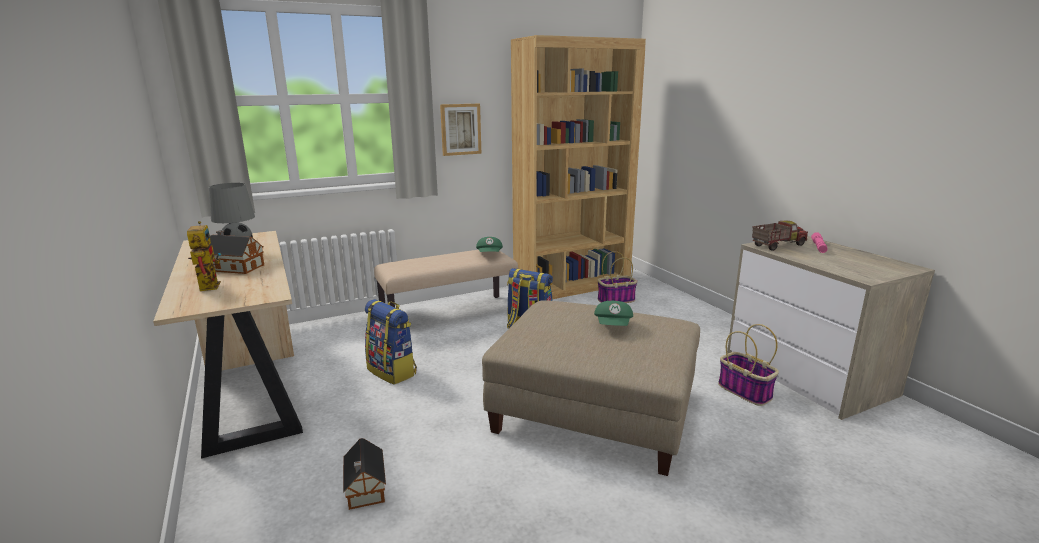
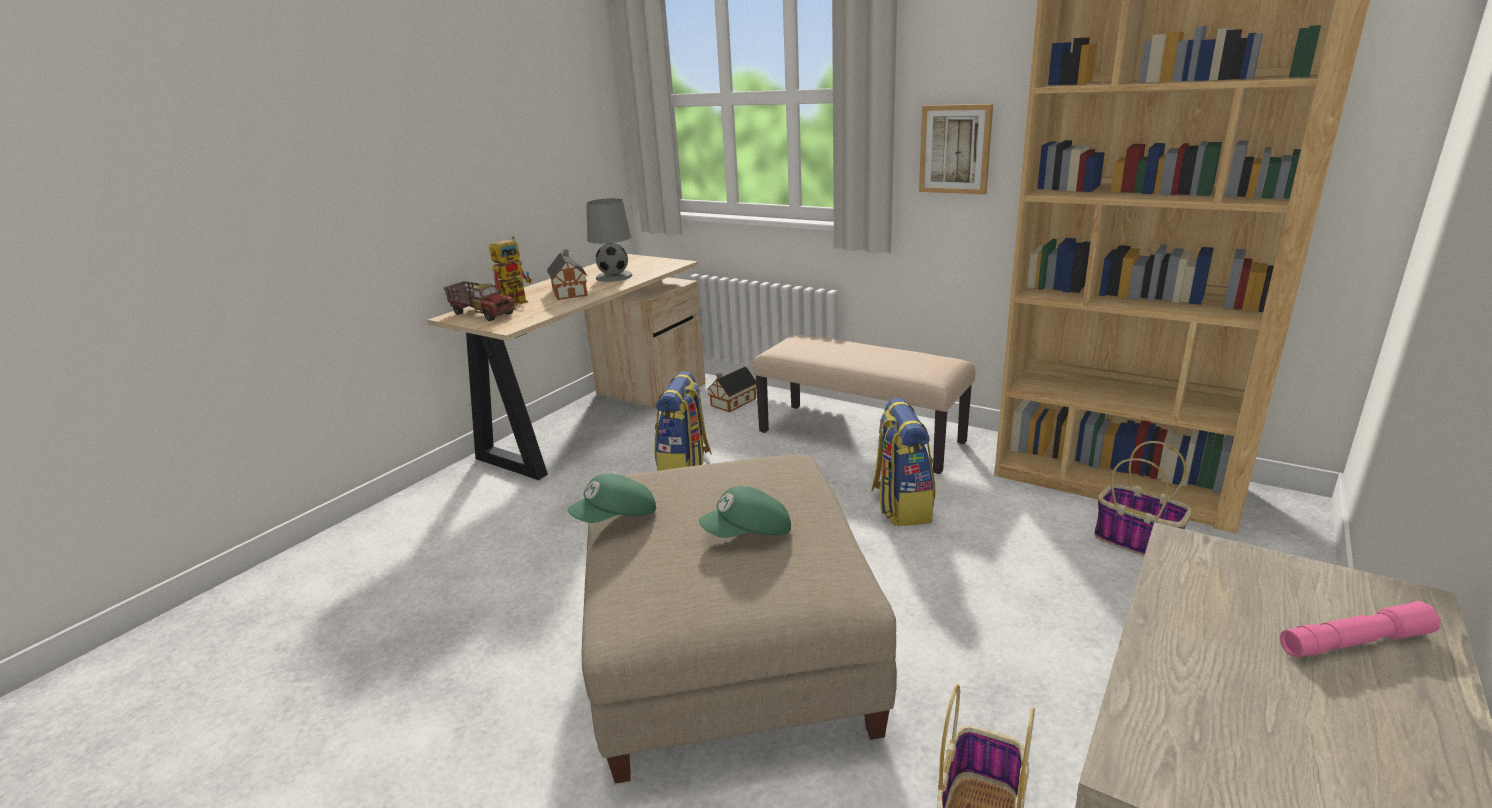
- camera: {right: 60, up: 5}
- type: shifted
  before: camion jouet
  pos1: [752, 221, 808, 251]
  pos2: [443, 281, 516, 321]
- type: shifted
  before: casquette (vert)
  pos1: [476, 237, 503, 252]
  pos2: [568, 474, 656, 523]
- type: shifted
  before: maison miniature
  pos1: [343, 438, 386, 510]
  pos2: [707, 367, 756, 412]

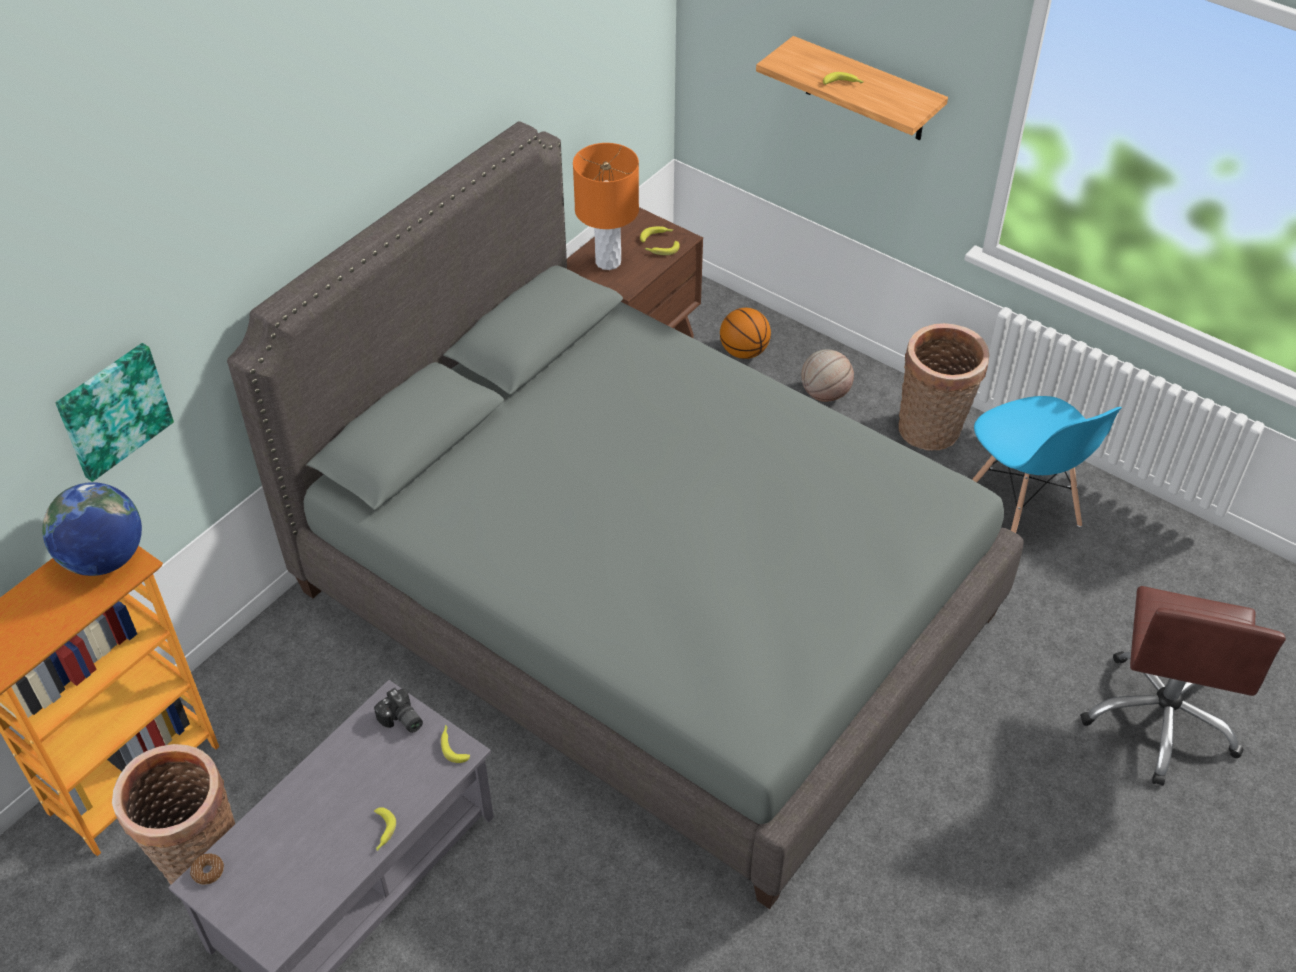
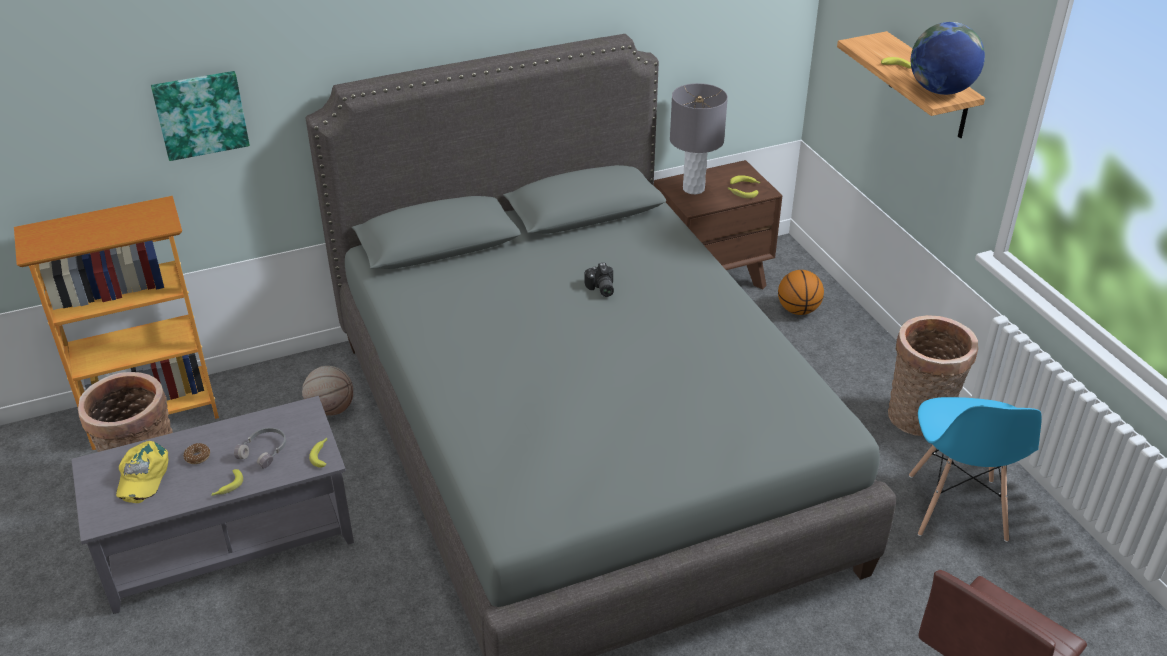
- camera: {right: 30, up: -10}
- type: new
  after: casquette (jaune)
  pos2: [116, 441, 168, 503]
- type: shifted
  before: beignet
  pos1: [190, 853, 224, 885]
  pos2: [183, 443, 210, 464]
- type: new
  after: casque audio (gris)
  pos2: [234, 428, 286, 469]
- type: shifted
  before: ballon de basket
  pos1: [801, 349, 854, 402]
  pos2: [302, 366, 353, 416]
- type: shifted
  before: appareil photo
  pos1: [374, 688, 423, 733]
  pos2: [585, 263, 614, 297]
- type: repainted
  before: lampe de table (orange)
  after: lampe de table (gris)
  pos1: [573, 143, 639, 270]
  pos2: [670, 83, 728, 194]
- type: shifted
  before: globe
  pos1: [42, 482, 142, 576]
  pos2: [911, 22, 985, 95]

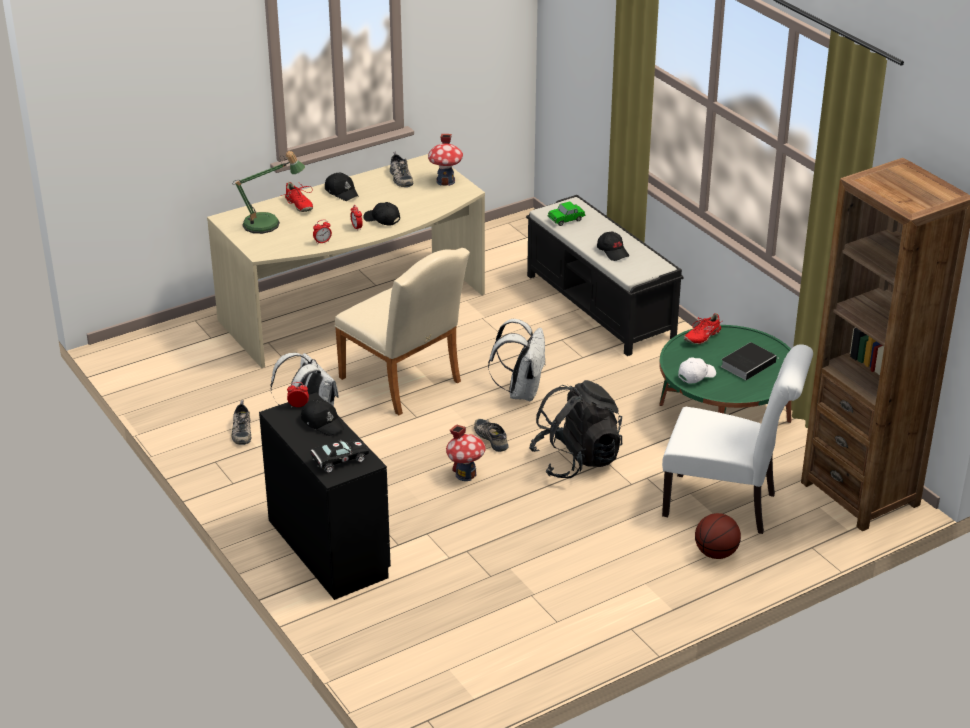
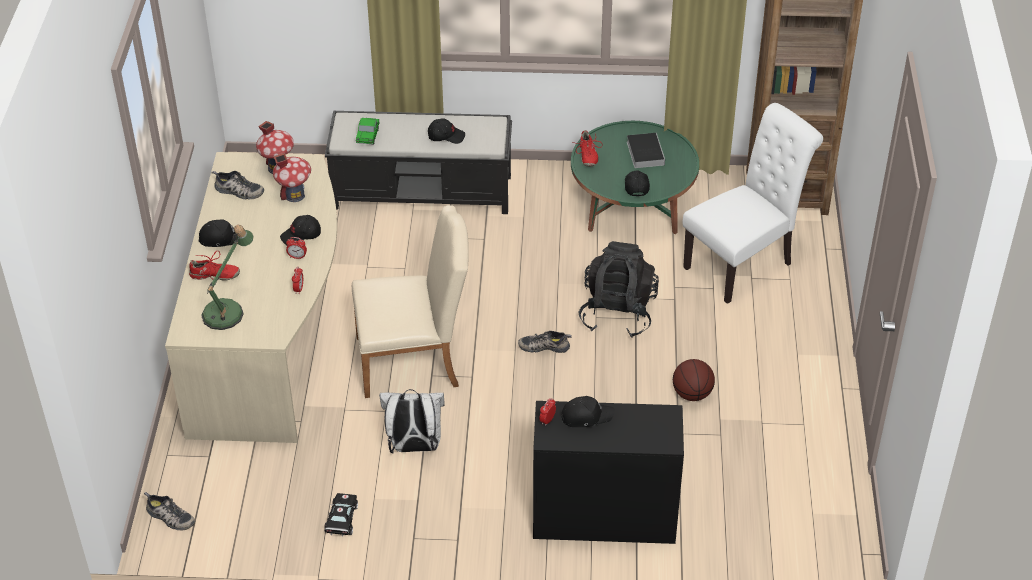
- camera: {right: -55, up: 10}
- type: shifted
  before: chaussure
  pos1: [232, 400, 251, 445]
  pos2: [144, 492, 195, 530]
- type: shifted
  before: maison miniature
  pos1: [446, 424, 486, 481]
  pos2: [273, 153, 311, 202]
- type: shifted
  before: petite voiture (noir)
  pos1: [311, 439, 369, 473]
  pos2: [324, 493, 358, 536]
- type: repainted
  before: casquette (blanc)
  after: casquette (noir)
  pos1: [678, 357, 716, 383]
  pos2: [625, 170, 650, 197]
- type: shifted
  before: ballon de basket
  pos1: [695, 513, 741, 559]
  pos2: [673, 359, 715, 401]
- type: gone
  before: sac à dos (blanc)
  pos1: [488, 319, 546, 401]

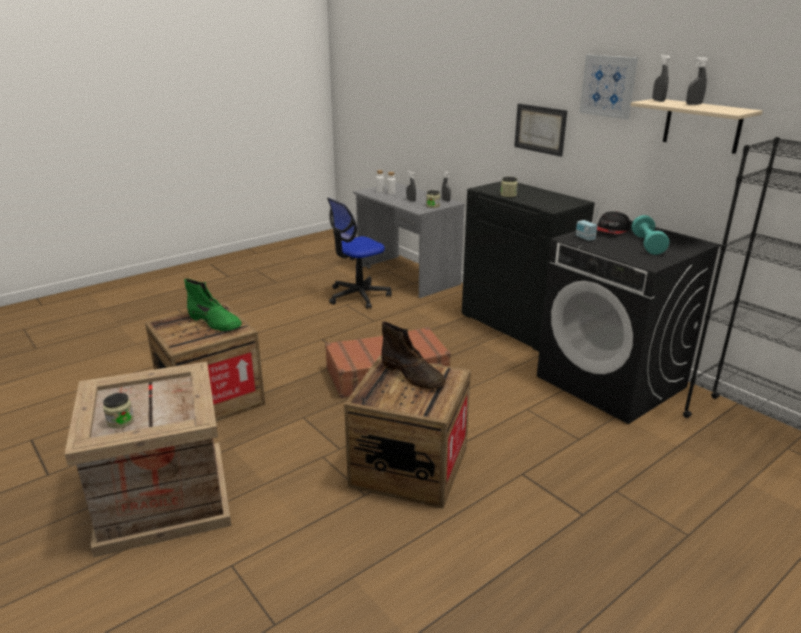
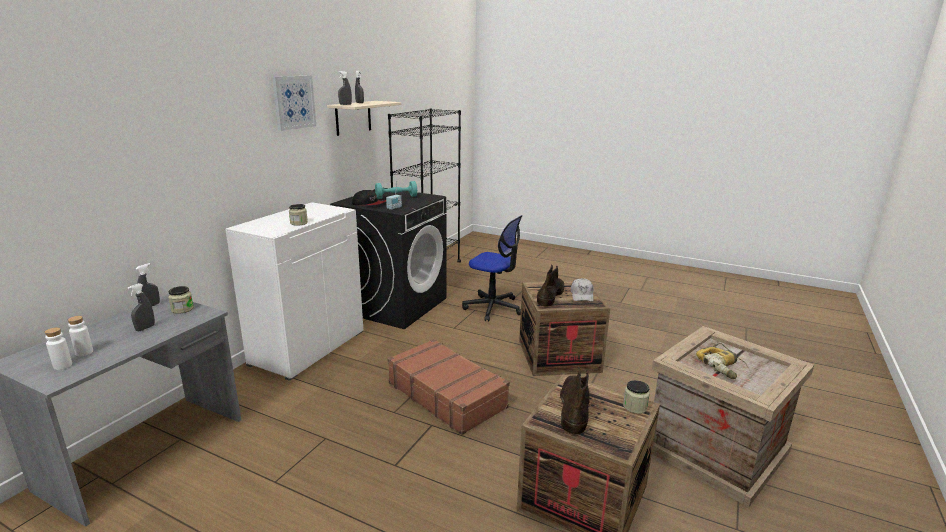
- camera: {right: -115, up: -5}
- type: repainted
  before: meuble de rangement (noir)
  after: meuble de rangement (blanc)
  pos1: [462, 181, 595, 352]
  pos2: [225, 202, 363, 381]
- type: shifted
  before: chaise de bureau
  pos1: [327, 198, 392, 309]
  pos2: [462, 215, 523, 321]
- type: repainted
  before: botte (vert)
  after: botte (marron)
  pos1: [184, 278, 242, 331]
  pos2: [560, 367, 590, 434]
- type: new
  after: casquette (blanc)
  pos2: [570, 278, 594, 302]
- type: shifted
  before: bocal
  pos1: [103, 393, 134, 428]
  pos2: [623, 380, 650, 414]
- type: new
  after: perceuse
  pos2: [696, 343, 748, 379]
- type: gone
  before: tableau
  pos1: [514, 104, 567, 157]

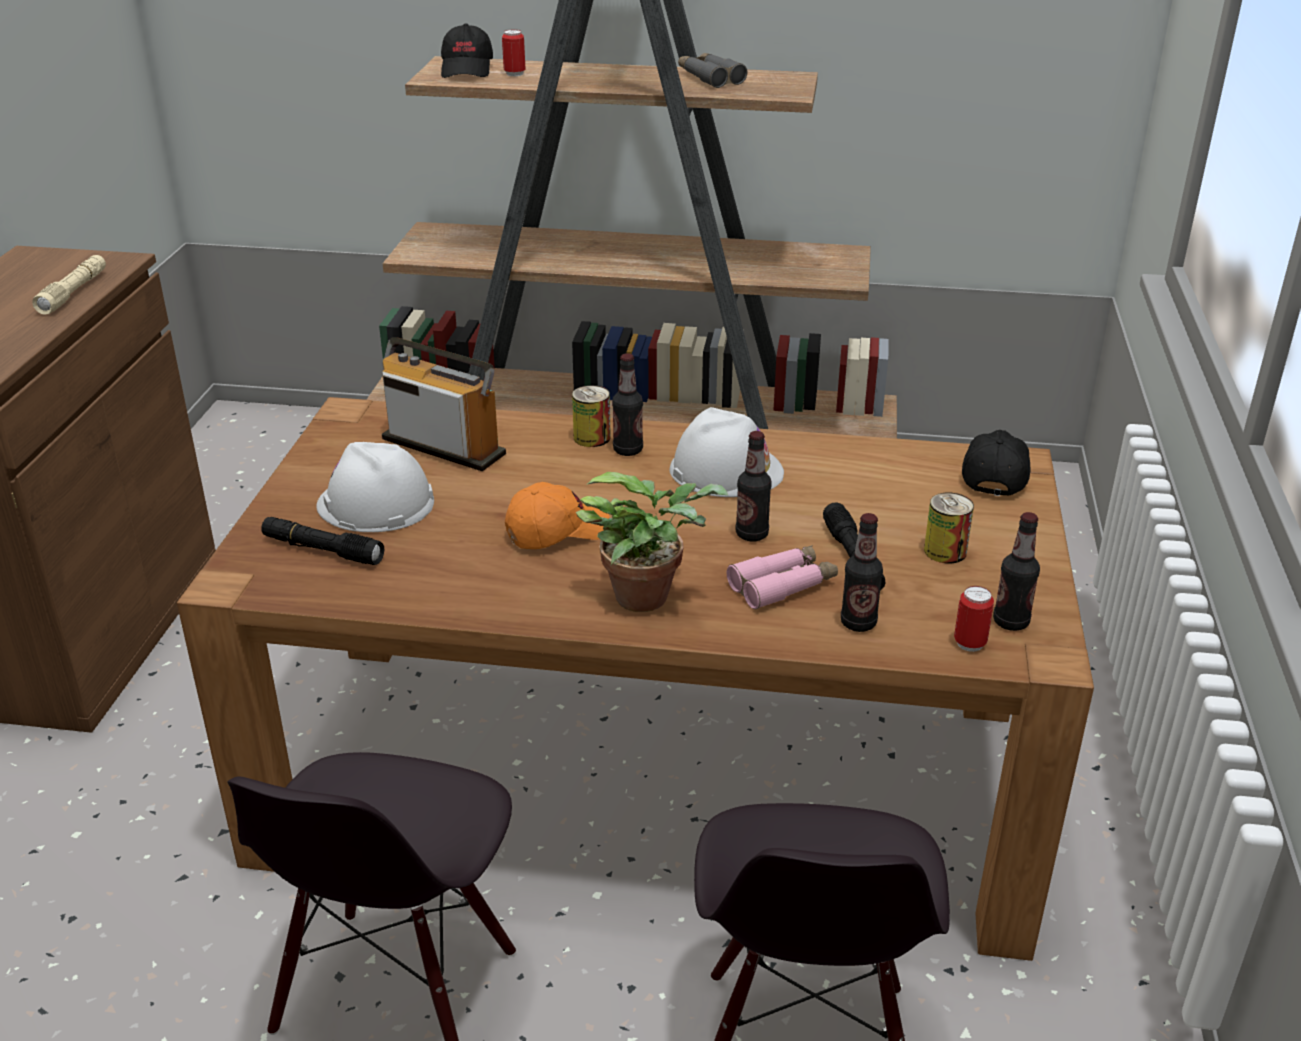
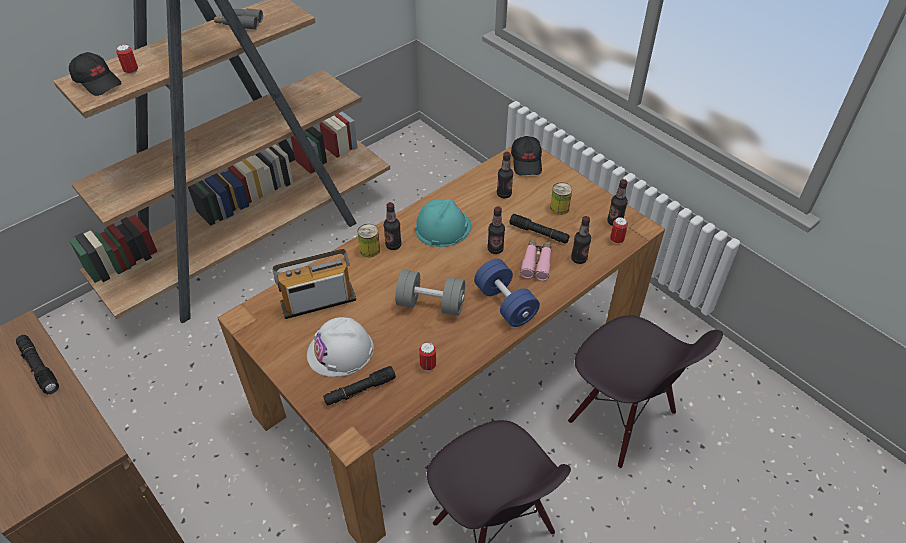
- camera: {right: -50, up: 15}
- type: repainted
  before: lampe de poche (beige)
  after: lampe de poche (noir)
  pos1: [32, 255, 106, 315]
  pos2: [16, 335, 59, 394]
- type: swapped
  before: casquette (orange)
  after: haltère (gris)
  pos1: [505, 482, 610, 549]
  pos2: [395, 269, 465, 316]
- type: repainted
  before: casque de chantier (blanc)
  after: casque de chantier (turquoise)
  pos1: [669, 407, 784, 497]
  pos2: [415, 199, 472, 247]
- type: new
  after: boîte métallique
  pos2: [419, 342, 436, 371]
- type: swapped
  before: plante en pot
  after: haltère (bleu)
  pos1: [576, 472, 729, 612]
  pos2: [474, 259, 540, 327]
- type: new
  after: bouteille
  pos2: [497, 152, 513, 198]
- type: rotated
  before: casquette (noir)
  pos1: [962, 430, 1031, 496]
  pos2: [511, 136, 542, 175]
  turn: -150

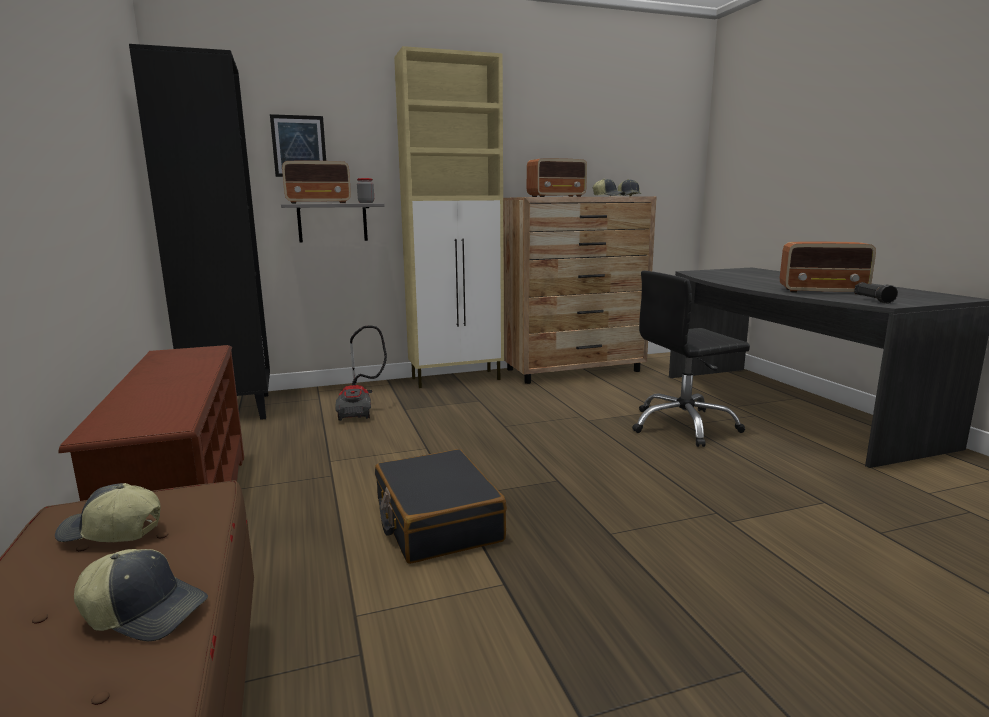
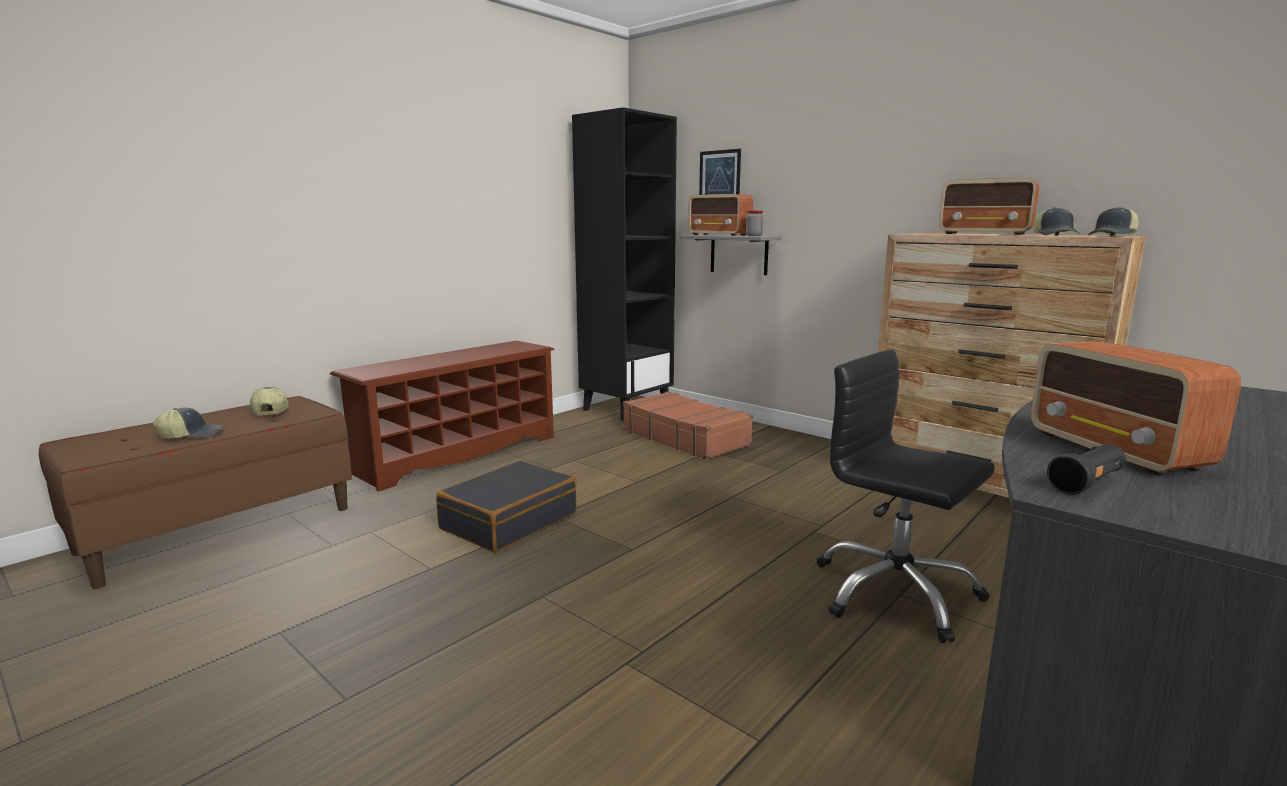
- camera: {right: 60, up: 0}
- type: rotated
  before: casquette
  pos1: [74, 549, 208, 641]
  pos2: [153, 407, 224, 439]
  turn: -90
- type: swapped
  before: aspirateur
  after: valise (marron)
  pos1: [335, 325, 387, 421]
  pos2: [623, 391, 753, 460]
- type: gone
  before: meuble de rangement (beige)
  pos1: [394, 46, 504, 388]

